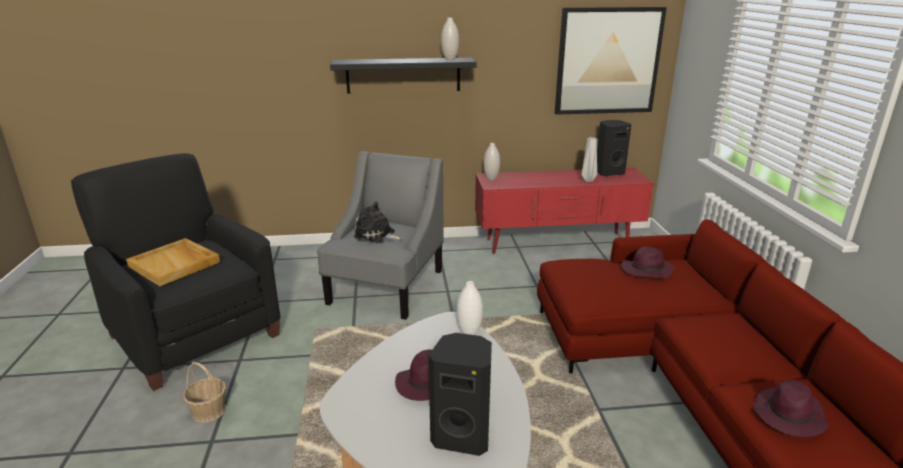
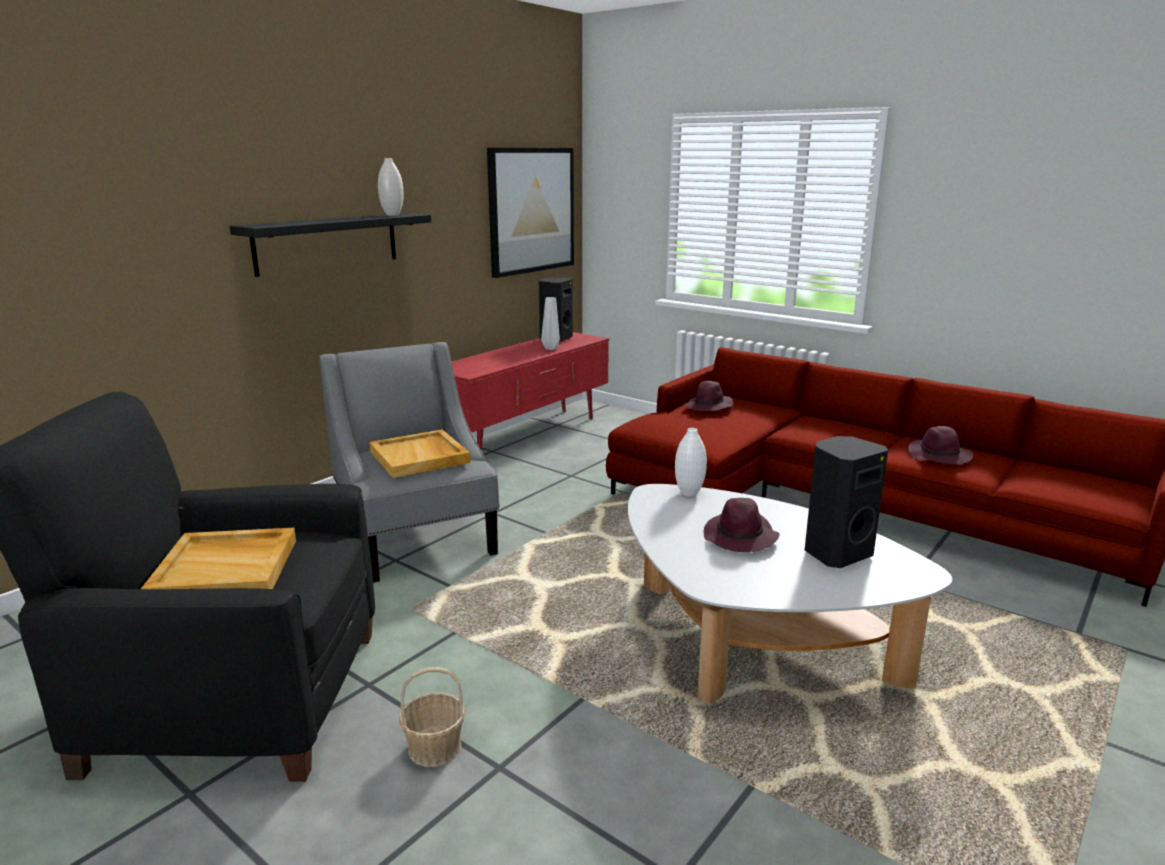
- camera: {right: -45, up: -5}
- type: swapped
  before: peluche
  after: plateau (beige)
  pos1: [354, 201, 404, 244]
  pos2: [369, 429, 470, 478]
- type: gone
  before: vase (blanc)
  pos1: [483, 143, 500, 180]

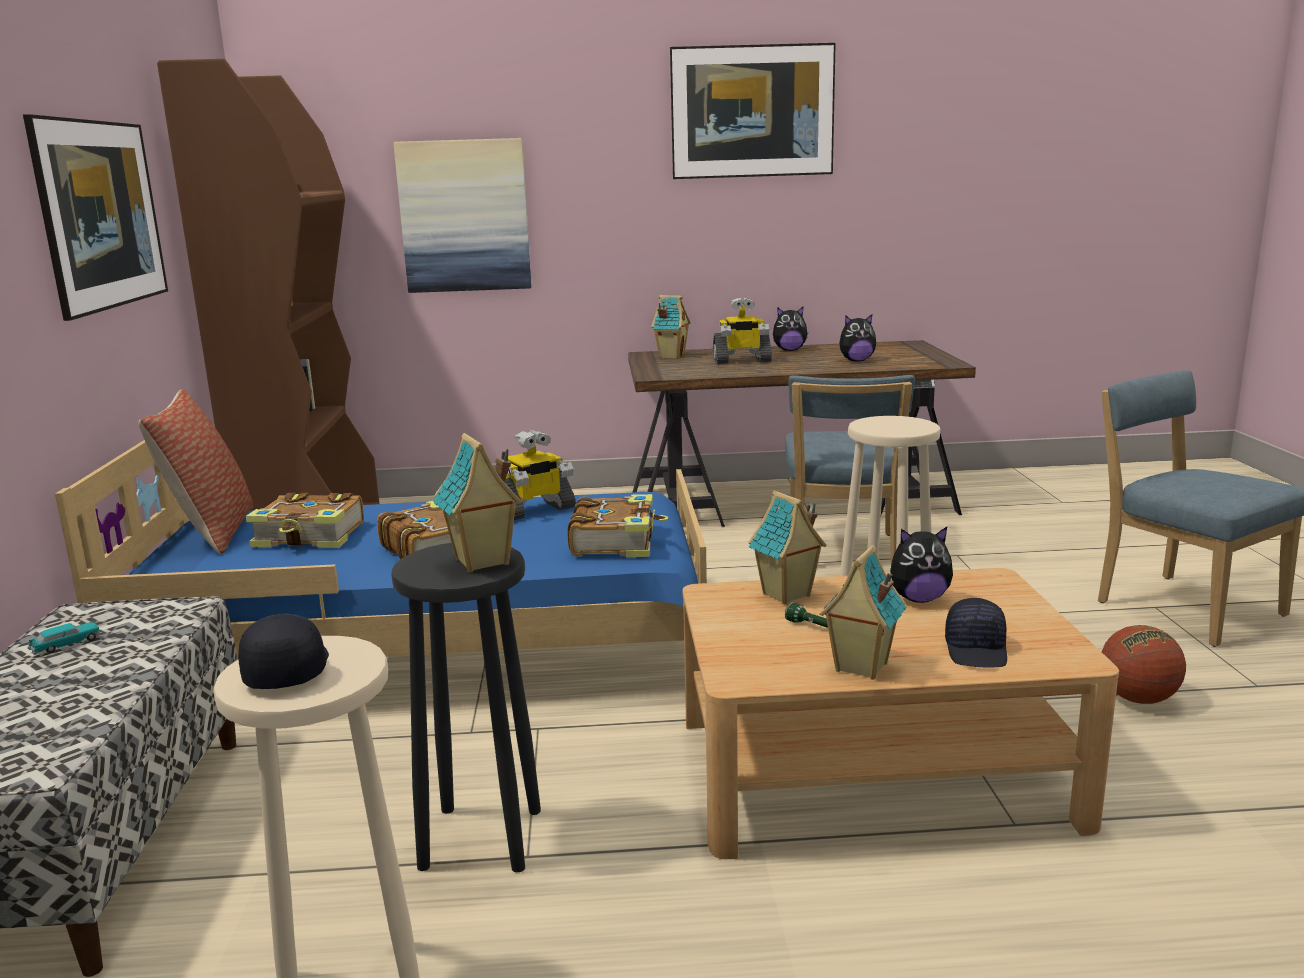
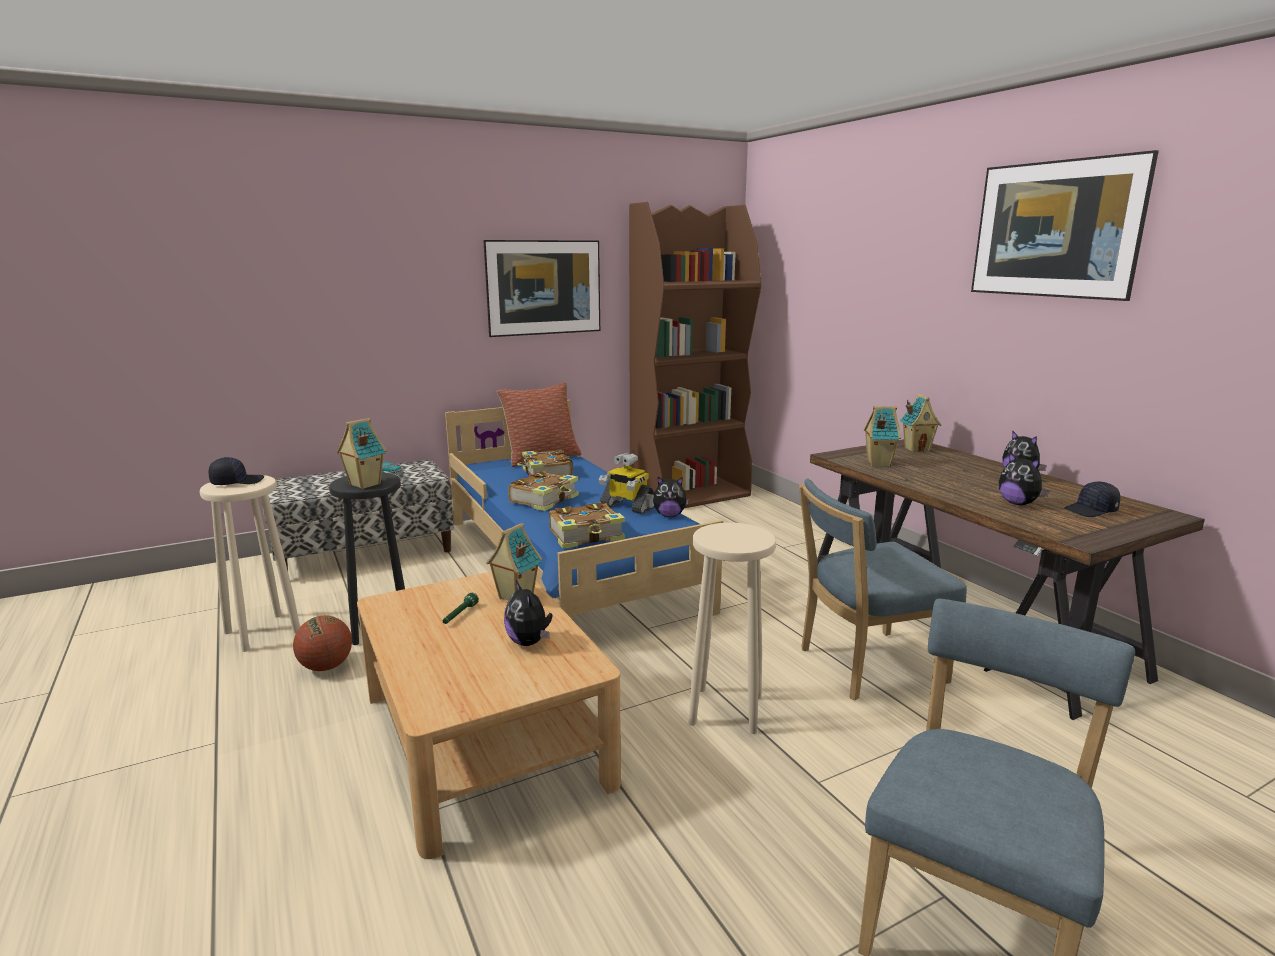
- camera: {right: 65, up: 0}
- type: shifted
  before: ballon de basket
  pos1: [1102, 625, 1186, 704]
  pos2: [293, 615, 352, 671]
- type: new
  after: peluche
  pos2: [653, 477, 689, 517]
- type: shifted
  before: maison miniature
  pos1: [819, 545, 906, 680]
  pos2: [864, 406, 901, 467]
- type: shifted
  before: casquette (noir)
  pos1: [945, 598, 1007, 668]
  pos2: [1064, 482, 1120, 517]
- type: gone
  before: tableau
  pos1: [393, 138, 531, 293]
- type: gone
  before: robot jouet
  pos1: [713, 297, 772, 364]

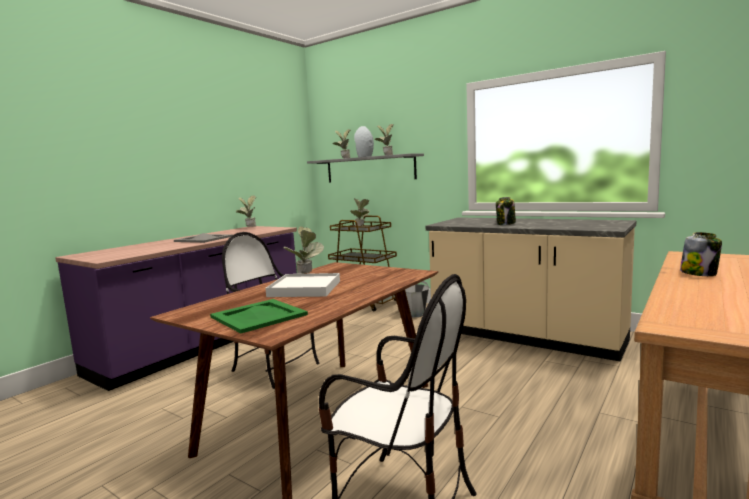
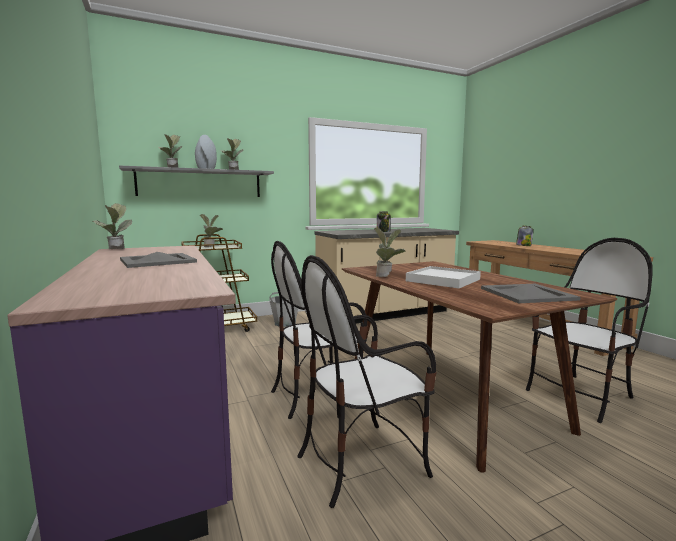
- camera: {right: -60, up: 0}
- type: new
  after: chaise
  pos2: [297, 255, 436, 508]
- type: repainted
  before: plateau (vert)
  after: plateau (gris)
  pos1: [210, 299, 308, 333]
  pos2: [481, 284, 581, 303]

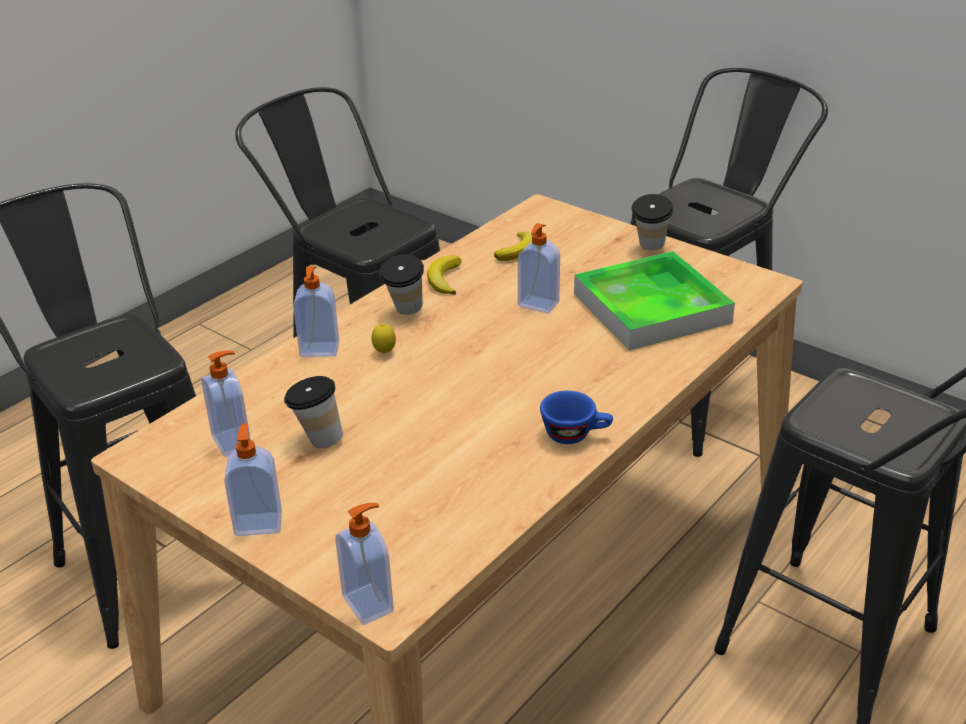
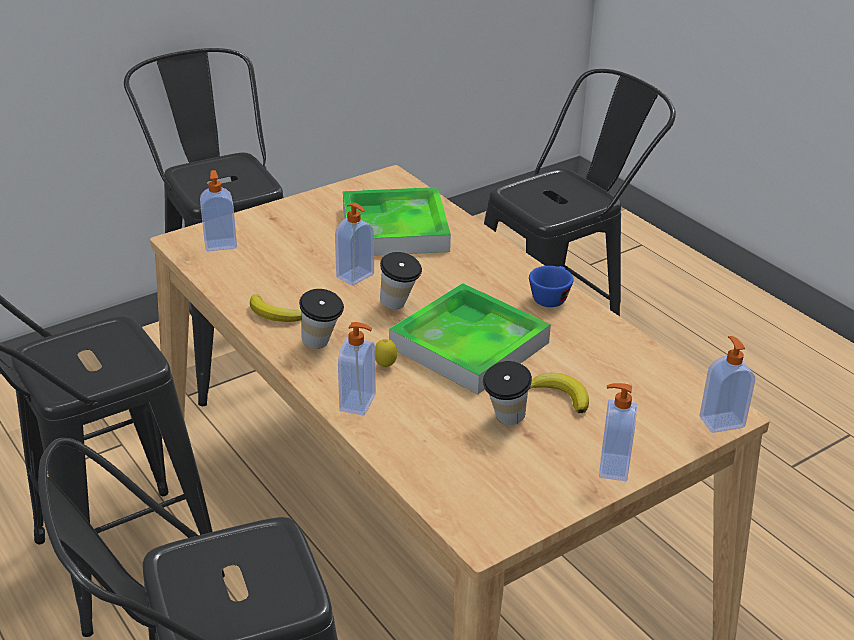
- camera: {right: -75, up: 0}
- type: shifted
  before: distributeur de savon
  pos1: [201, 350, 251, 457]
  pos2: [200, 170, 237, 251]
- type: shifted
  before: tasse
  pos1: [632, 194, 674, 251]
  pos2: [380, 252, 422, 309]
- type: new
  after: plateau
  pos2: [389, 283, 551, 394]
- type: shifted
  before: banane
  pos1: [494, 231, 532, 261]
  pos2: [529, 373, 589, 413]

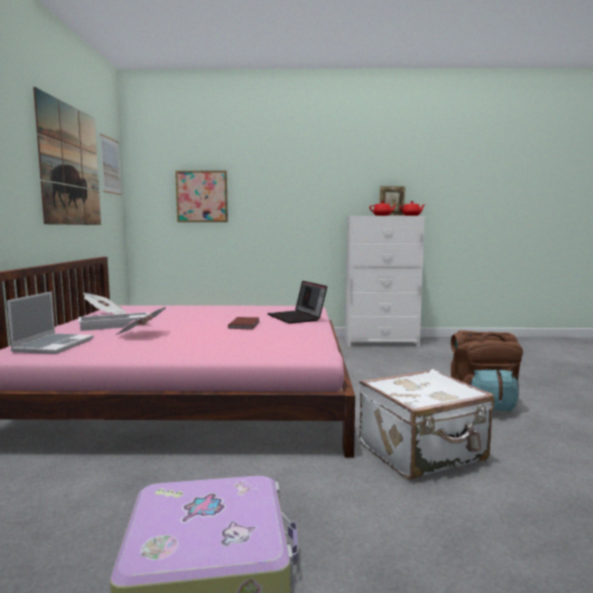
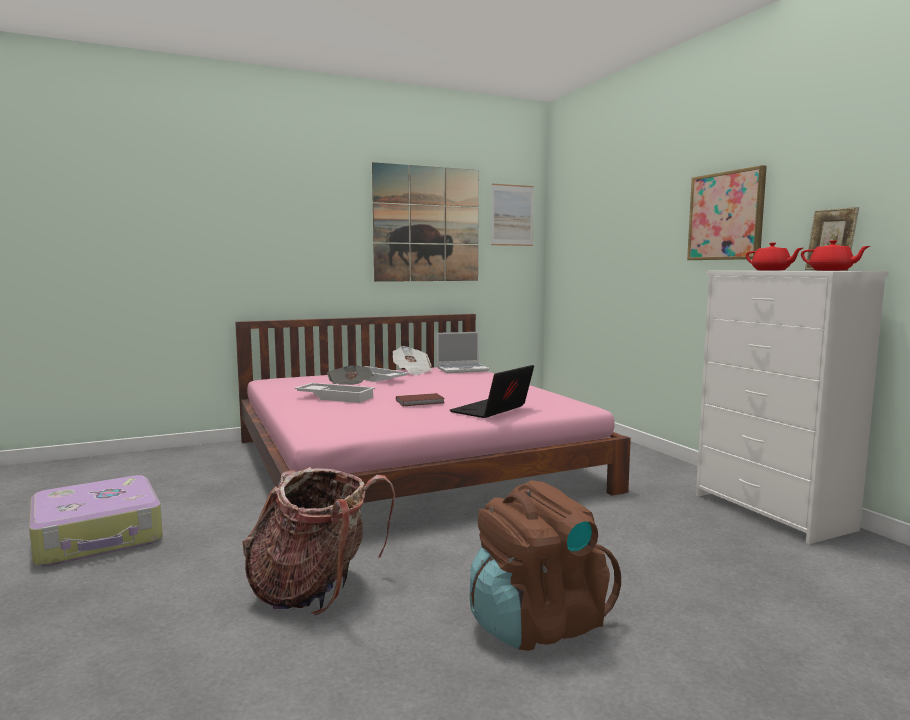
- camera: {right: 65, up: 0}
- type: swapped
  before: valise (blanc)
  after: sac à dos
  pos1: [359, 369, 494, 479]
  pos2: [243, 467, 395, 615]
- type: new
  after: plateau (blanc)
  pos2: [295, 383, 375, 403]
- type: shifted
  before: ordinateur portable
  pos1: [7, 291, 94, 354]
  pos2: [437, 332, 489, 373]
- type: shifted
  before: tableau
  pos1: [175, 171, 228, 222]
  pos2: [687, 165, 767, 260]

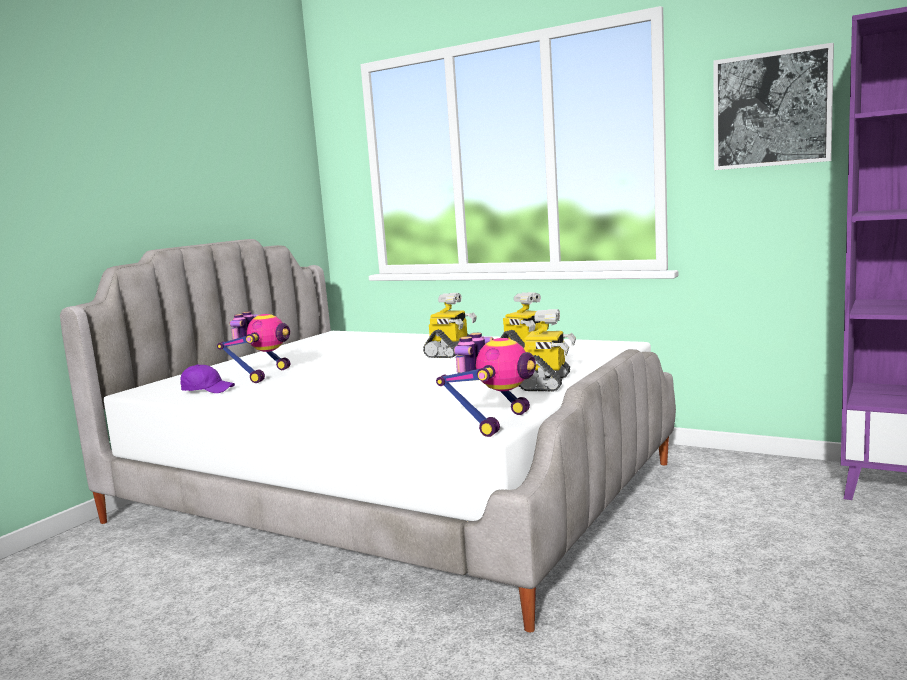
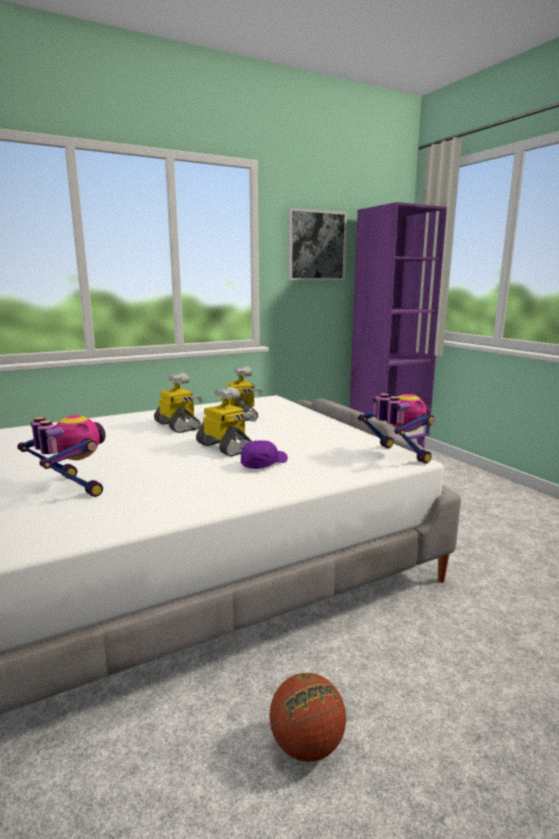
- camera: {right: -60, up: 5}
- type: shifted
  before: robot jouet
  pos1: [519, 309, 576, 392]
  pos2: [196, 387, 257, 456]
- type: shifted
  before: casquette (violet)
  pos1: [180, 364, 235, 393]
  pos2: [241, 440, 288, 469]
- type: new
  after: ballon de basket
  pos2: [269, 673, 346, 762]

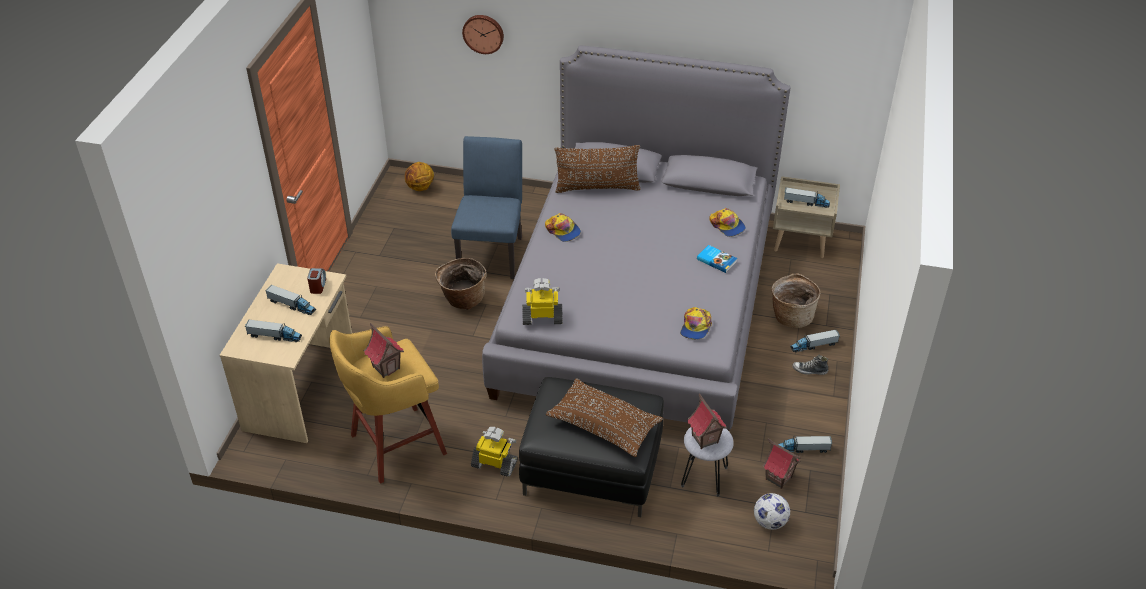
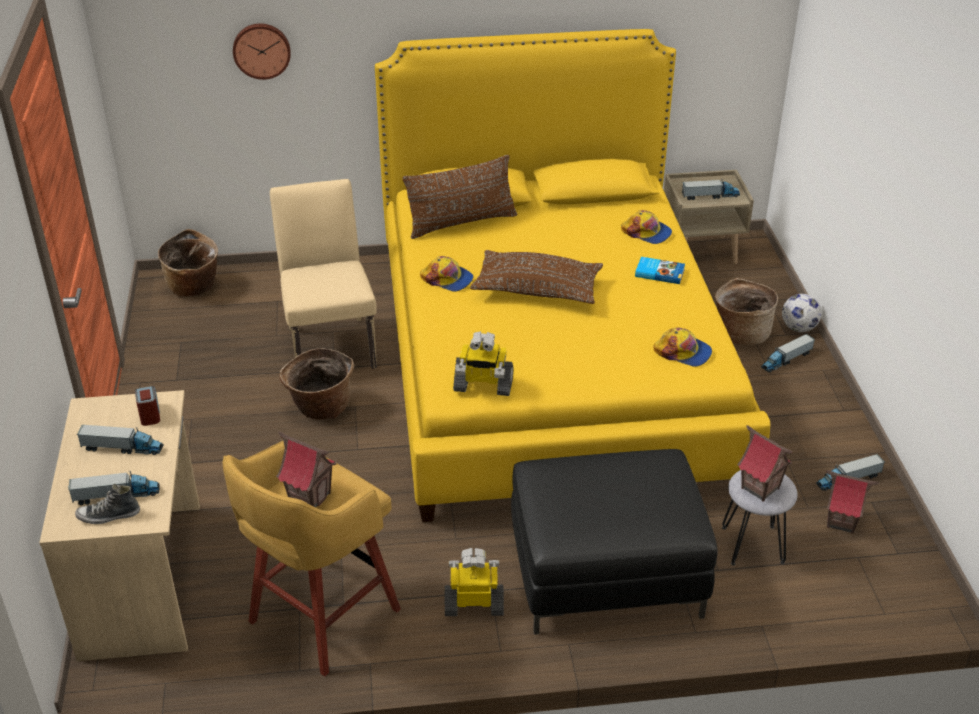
- camera: {right: -20, up: -5}
- type: shifted
  before: chaussure
  pos1: [792, 355, 828, 375]
  pos2: [75, 484, 140, 524]
- type: swapped
  before: ballon de basket
  after: panier
  pos1: [405, 162, 434, 191]
  pos2: [158, 229, 218, 297]
- type: repainted
  before: chaise (bleu)
  after: chaise (beige)
  pos1: [451, 136, 522, 279]
  pos2: [270, 179, 377, 369]
- type: repainted
  before: lit (gris)
  after: lit (jaune)
  pos1: [482, 46, 790, 431]
  pos2: [375, 29, 770, 522]
- type: rotated
  before: robot jouet
  pos1: [522, 278, 563, 325]
  pos2: [453, 331, 514, 396]
  turn: -150
- type: shifted
  before: coussin (marron)
  pos1: [546, 378, 663, 457]
  pos2: [470, 250, 603, 304]
- type: rotated
  before: casquette
  pos1: [680, 307, 712, 339]
  pos2: [654, 328, 712, 367]
  turn: -60
- type: shifted
  before: ballon de foot
  pos1: [754, 493, 790, 530]
  pos2: [782, 294, 822, 332]

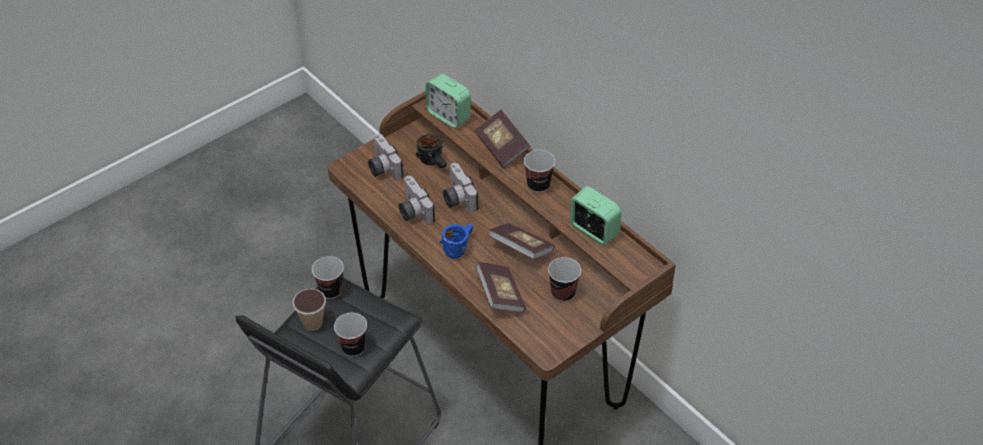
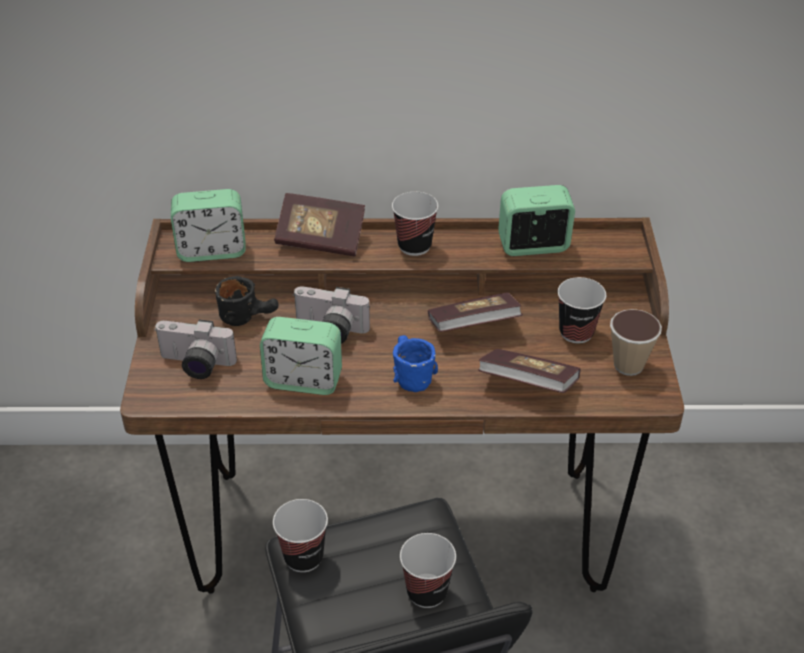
- camera: {right: -50, up: -5}
- type: swapped
  before: appareil photo
  after: réveil
  pos1: [399, 176, 435, 225]
  pos2: [260, 317, 342, 395]
- type: shifted
  before: tasse
  pos1: [293, 289, 326, 331]
  pos2: [610, 309, 662, 376]

